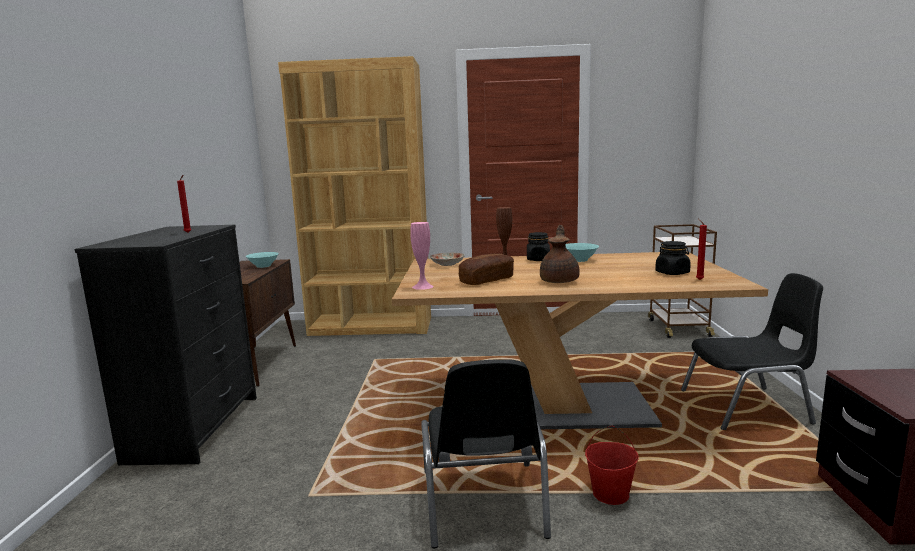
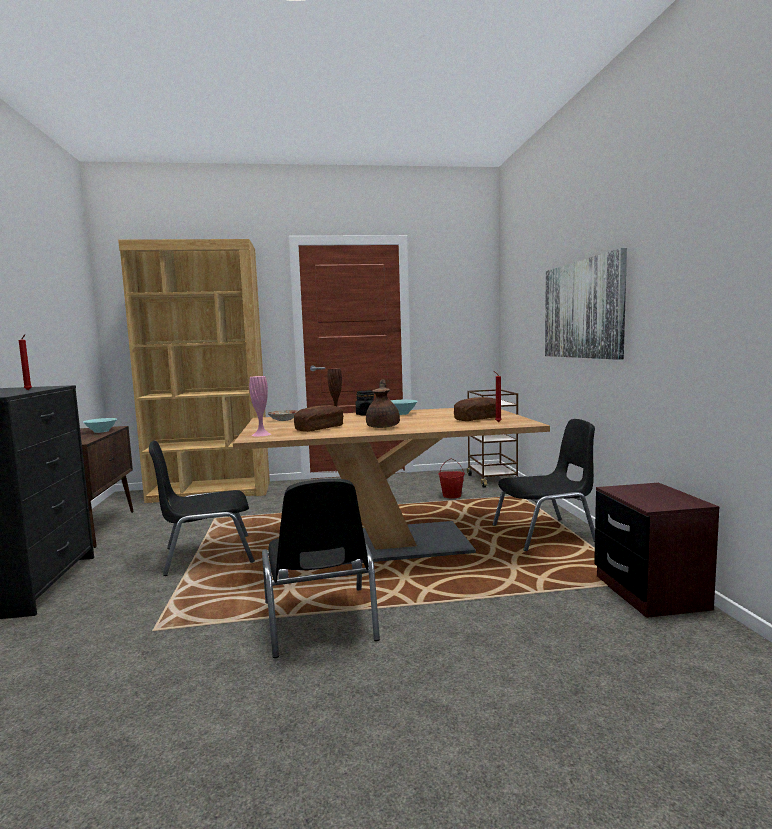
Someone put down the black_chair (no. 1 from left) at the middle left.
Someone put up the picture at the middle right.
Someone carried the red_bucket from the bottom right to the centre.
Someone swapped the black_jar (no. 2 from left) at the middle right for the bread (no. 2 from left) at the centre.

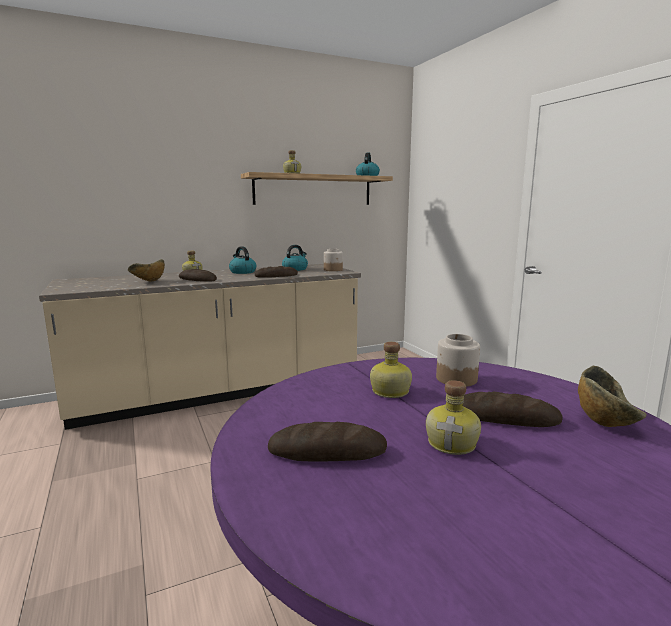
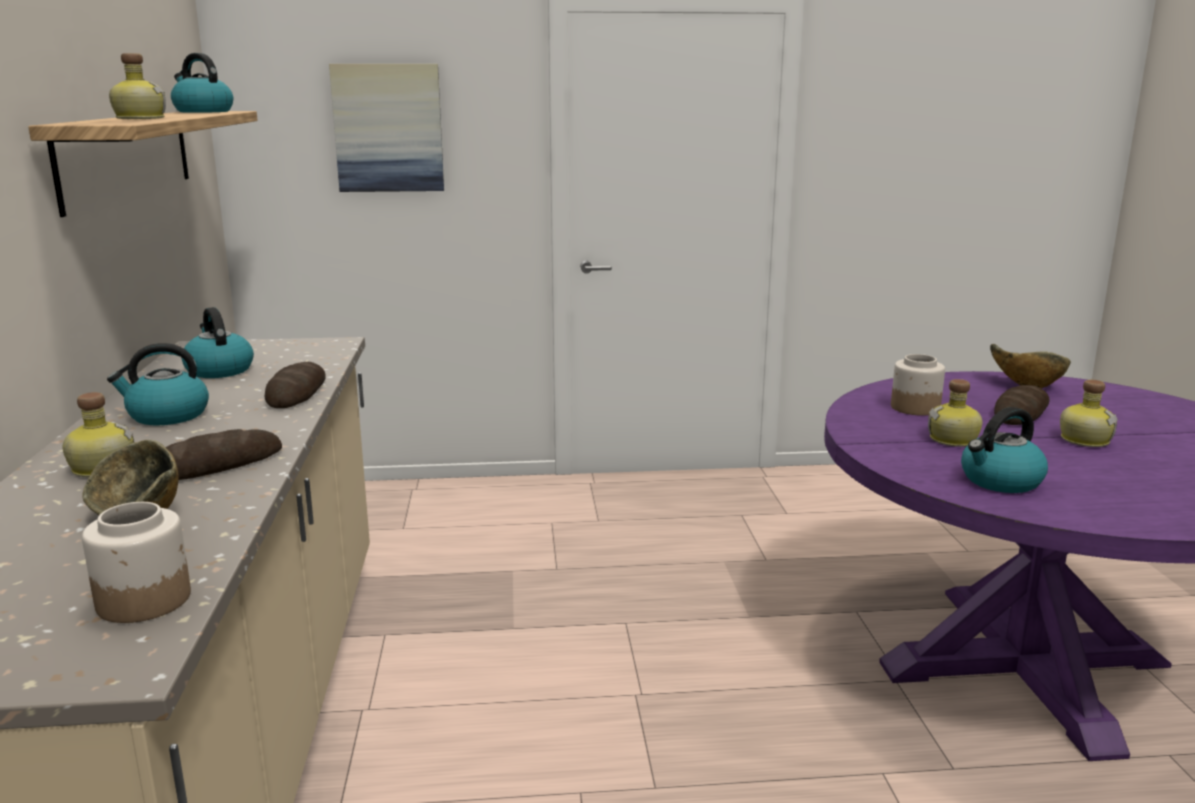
Someone took away the bread (no. 3 from left) at the bottom centre.
Someone put up the picture at the top left.
Someone put down the kettle (no. 4 from left) at the middle right.
Someone carried the jar (no. 1 from left) from the centre to the bottom left.

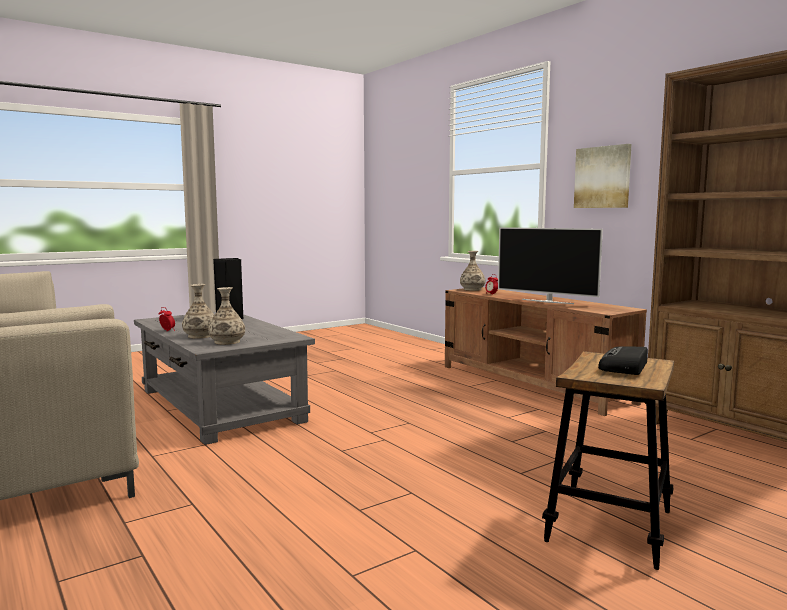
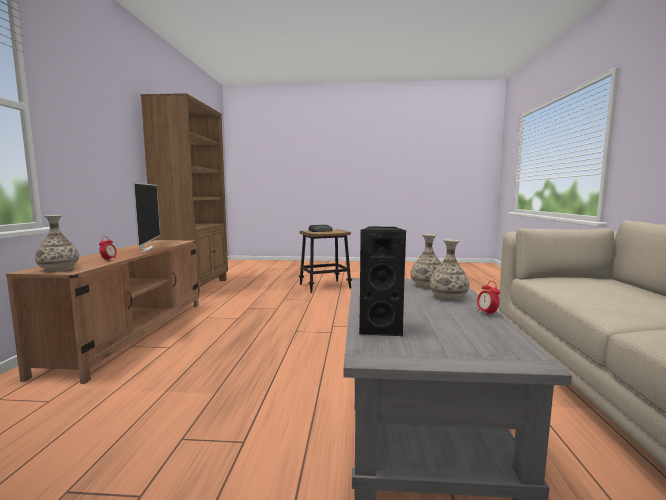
Someone took away the picture at the top right.

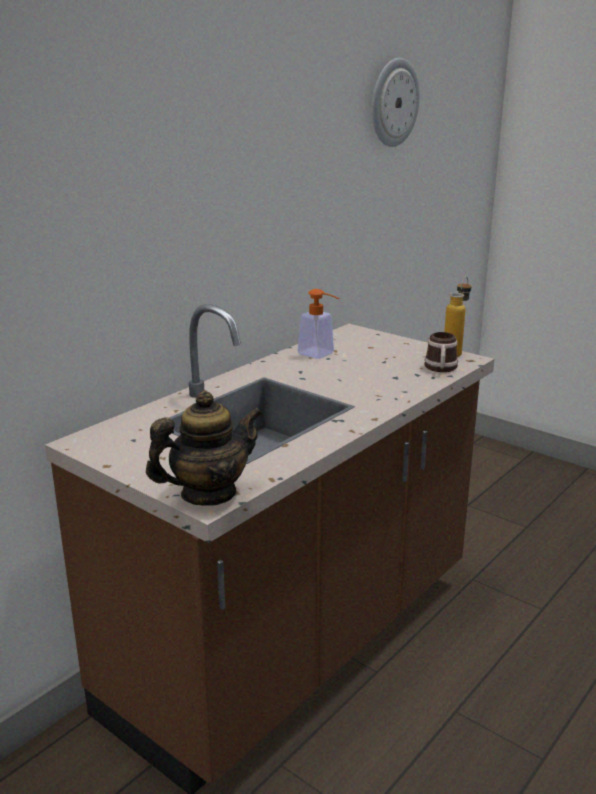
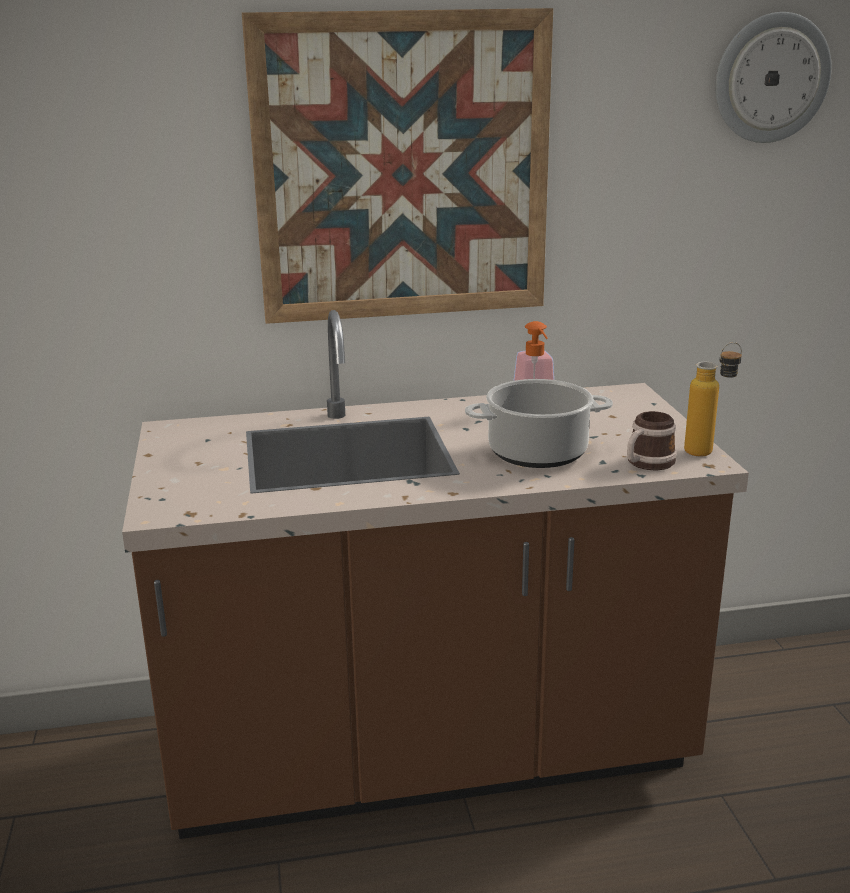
Someone took away the teapot at the centre.
Someone put up the picture at the top centre.
Someone put down the cooking_pot at the centre.

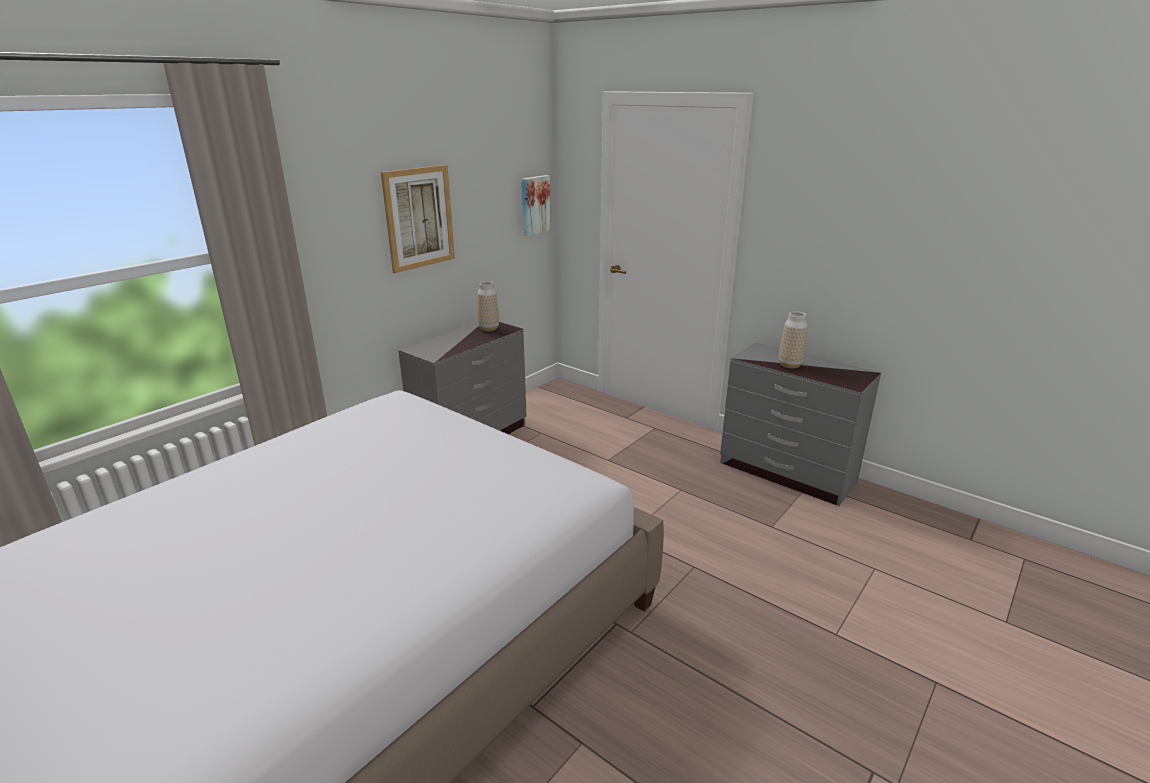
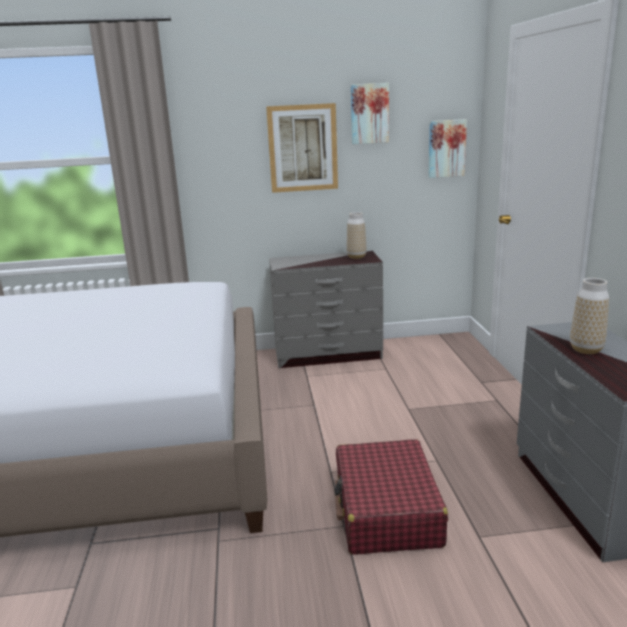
Someone put down the red_suitcase at the bottom centre.
Someone put up the picture (no. 2 from left) at the top centre.

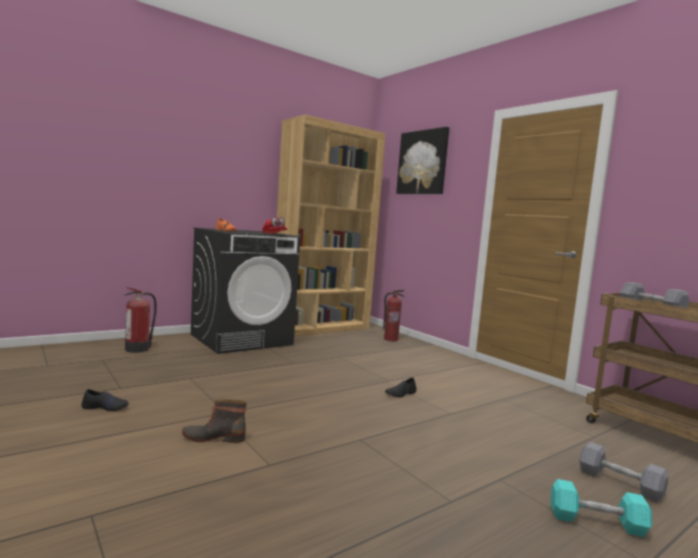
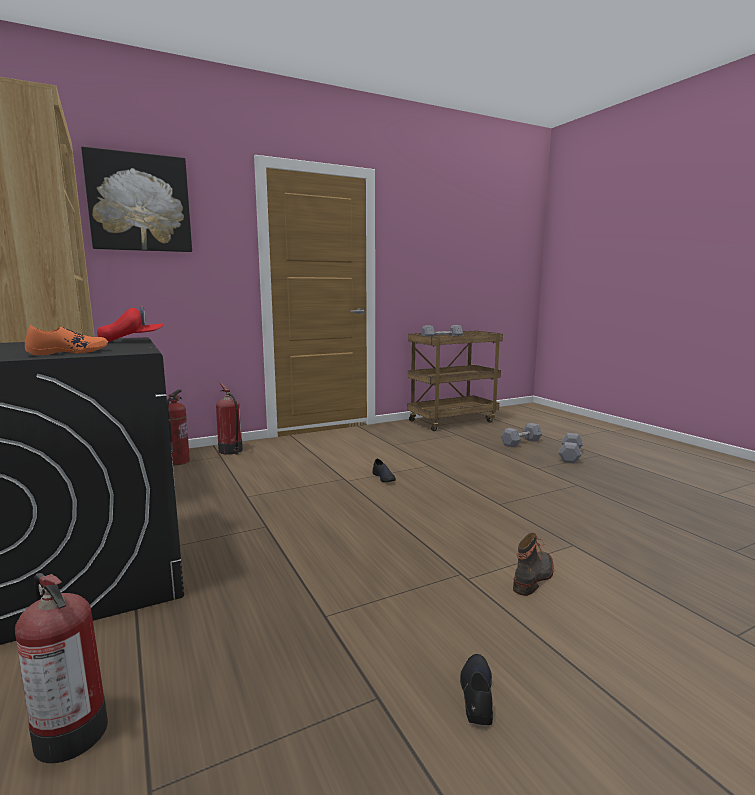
Someone put down the fire_extinguisher (no. 3 from left) at the middle left.
Someone repainted the turquoise_dumbbell at the bottom right, which became the grey_dumbbell (no. 3 from left) at the middle right.
Someone rotated the boot at the bottom left by 150 degrees counterclockwise.

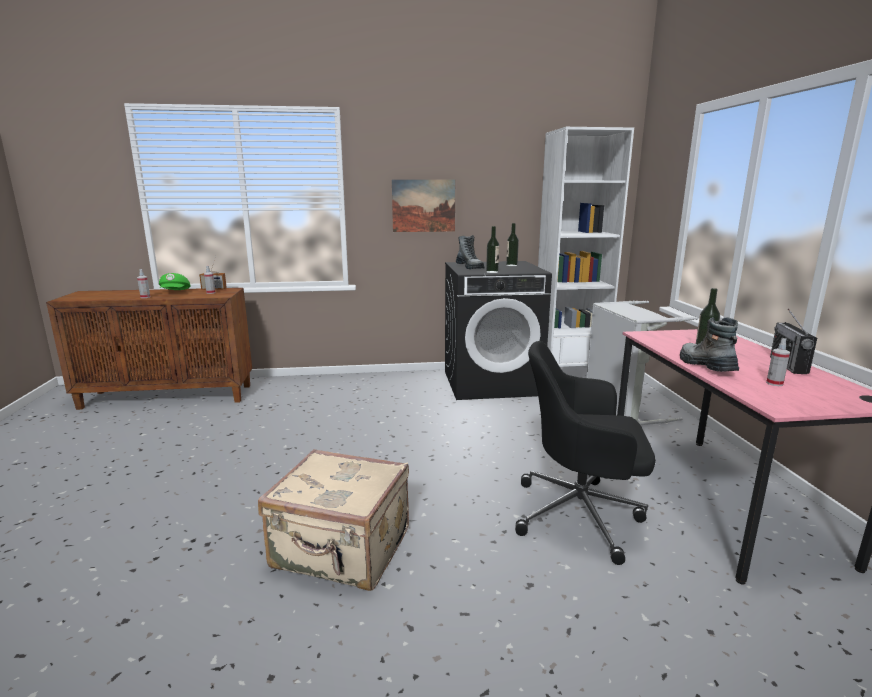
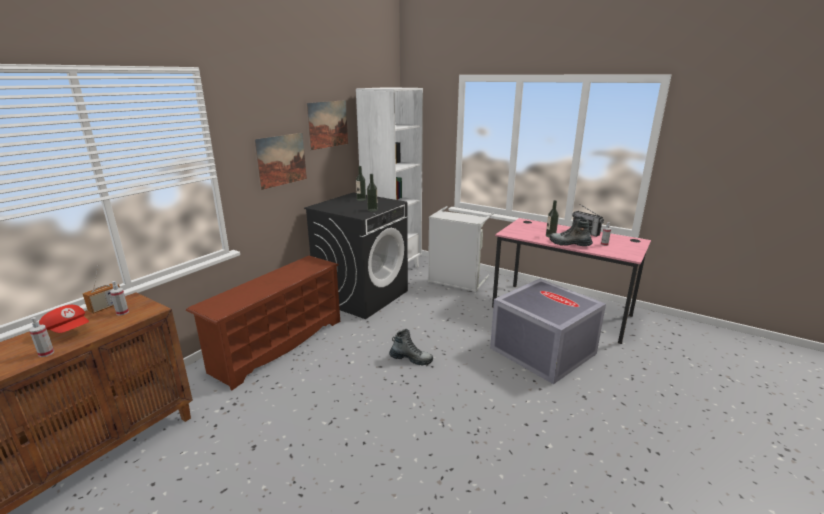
Someone took away the beige_suitcase at the bottom centre.
Someone put down the brown_shoe_rack at the middle left.
Someone put up the picture (no. 2 from left) at the top centre.
Someone carried the boot (no. 1 from left) from the centre to the bottom centre.
Someone swapped the black_office_chair at the middle right for the grey_storage_box at the centre.
Someone repainted the green_cap at the middle left, which became the red_cap at the middle left.

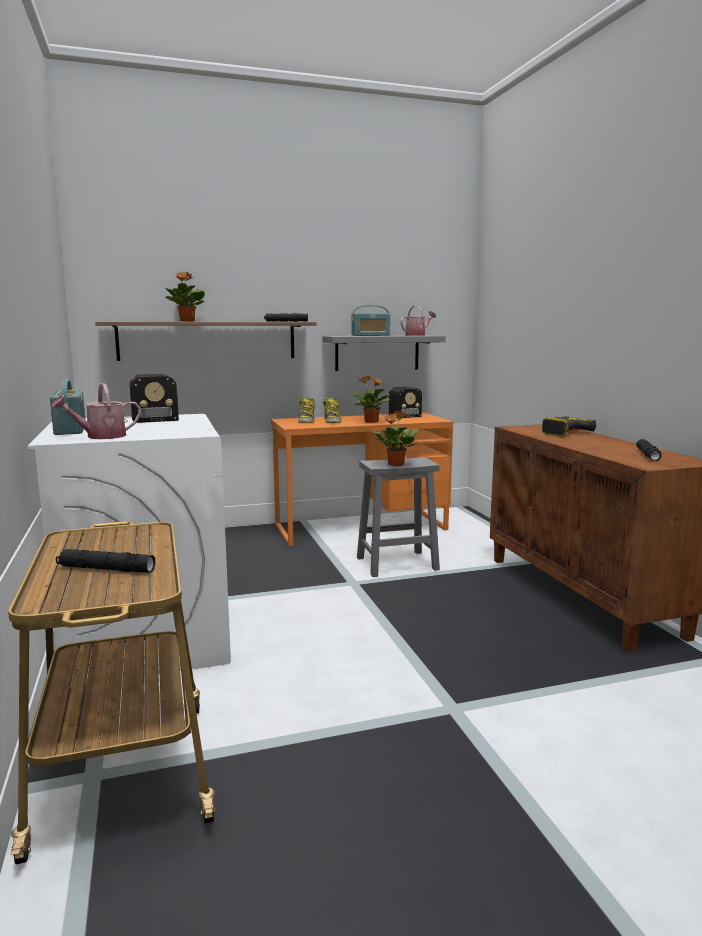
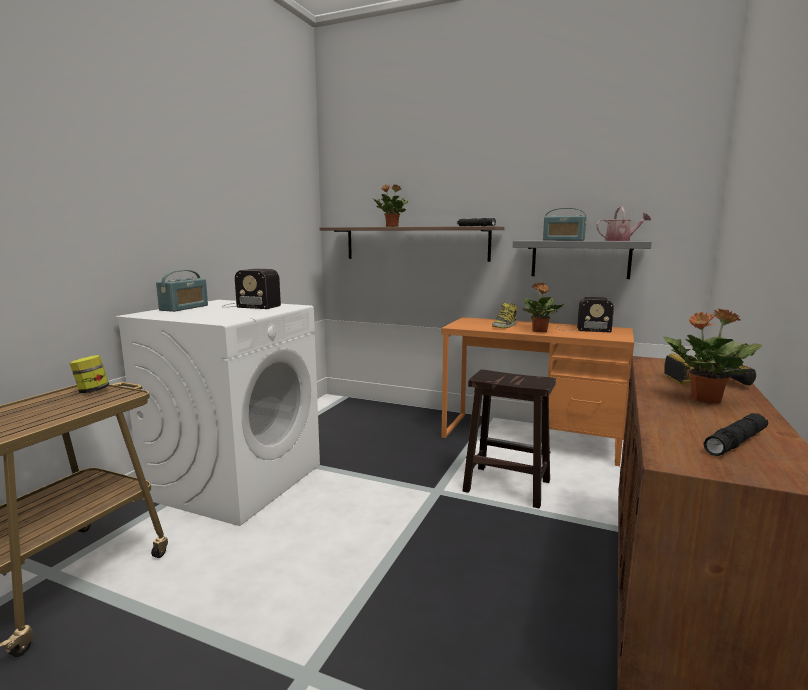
Someone took away the watering_can (no. 1 from left) at the middle left.
Someone took away the black_flashlight (no. 1 from left) at the middle left.
Someone took away the boot (no. 1 from left) at the centre.
Someone put down the jar at the middle left.
Someone carried the potted_plant (no. 3 from left) from the centre to the middle right.
Someone repainted the grey_stool at the centre, which became the brown_stool at the centre.

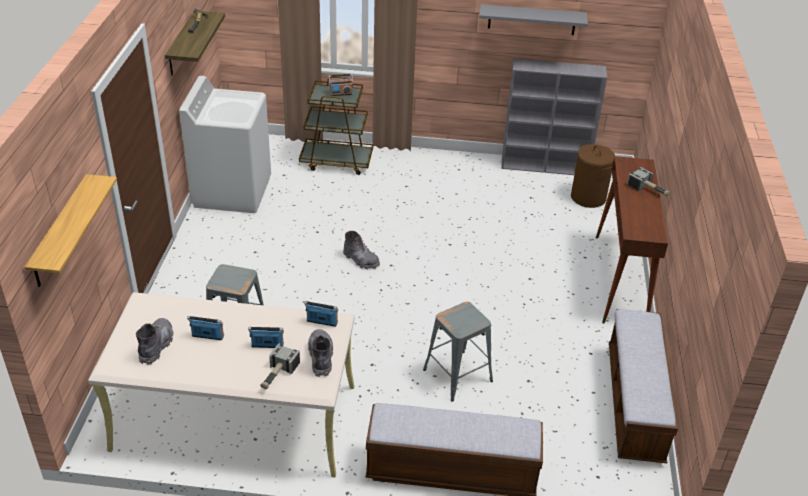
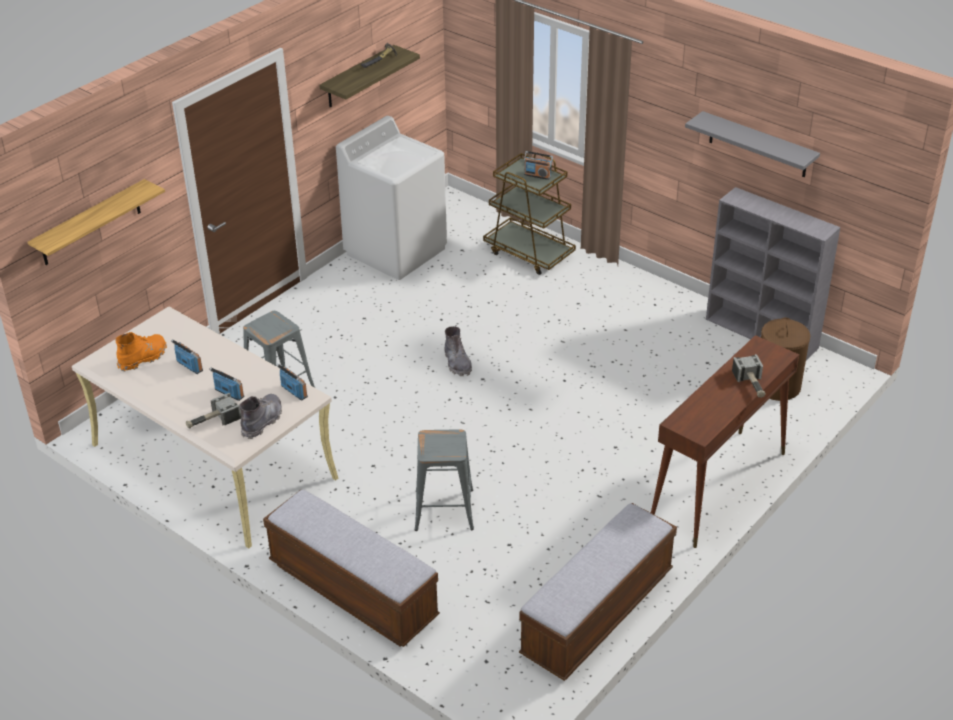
Someone repainted the grey_boot (no. 1 from left) at the bottom left, which became the orange_boot at the middle left.

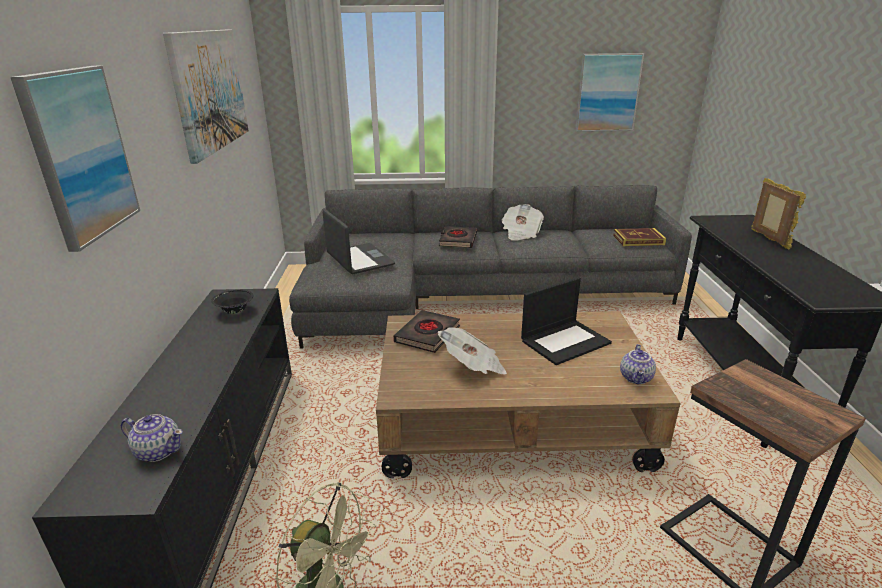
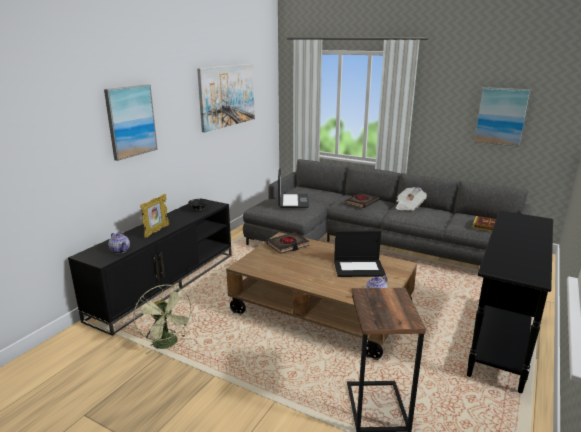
Someone took away the newspaper (no. 1 from left) at the centre.
Someone carried the picture_frame from the middle right to the middle left.

